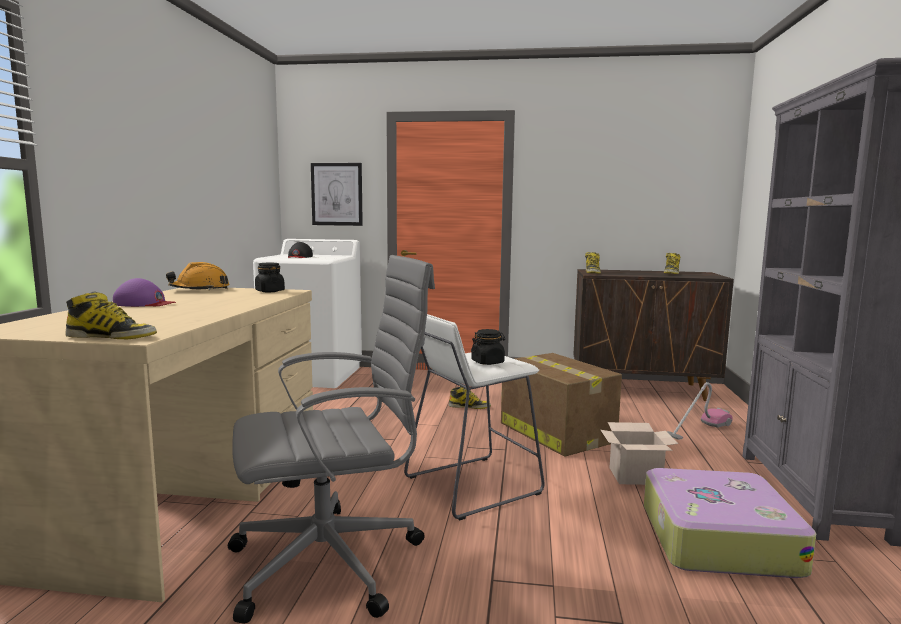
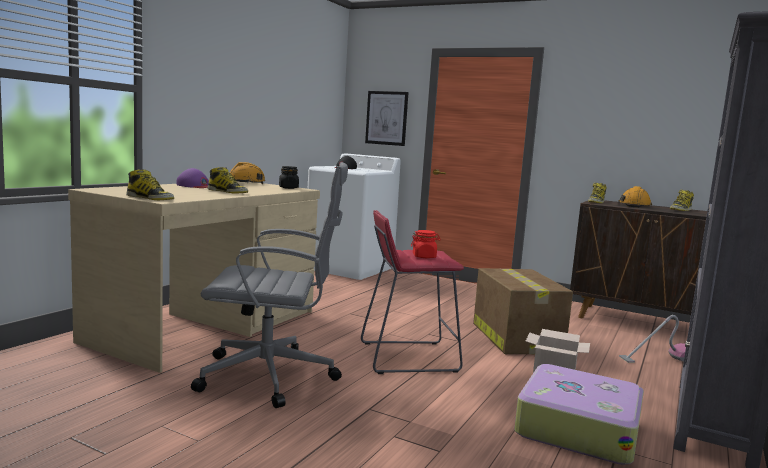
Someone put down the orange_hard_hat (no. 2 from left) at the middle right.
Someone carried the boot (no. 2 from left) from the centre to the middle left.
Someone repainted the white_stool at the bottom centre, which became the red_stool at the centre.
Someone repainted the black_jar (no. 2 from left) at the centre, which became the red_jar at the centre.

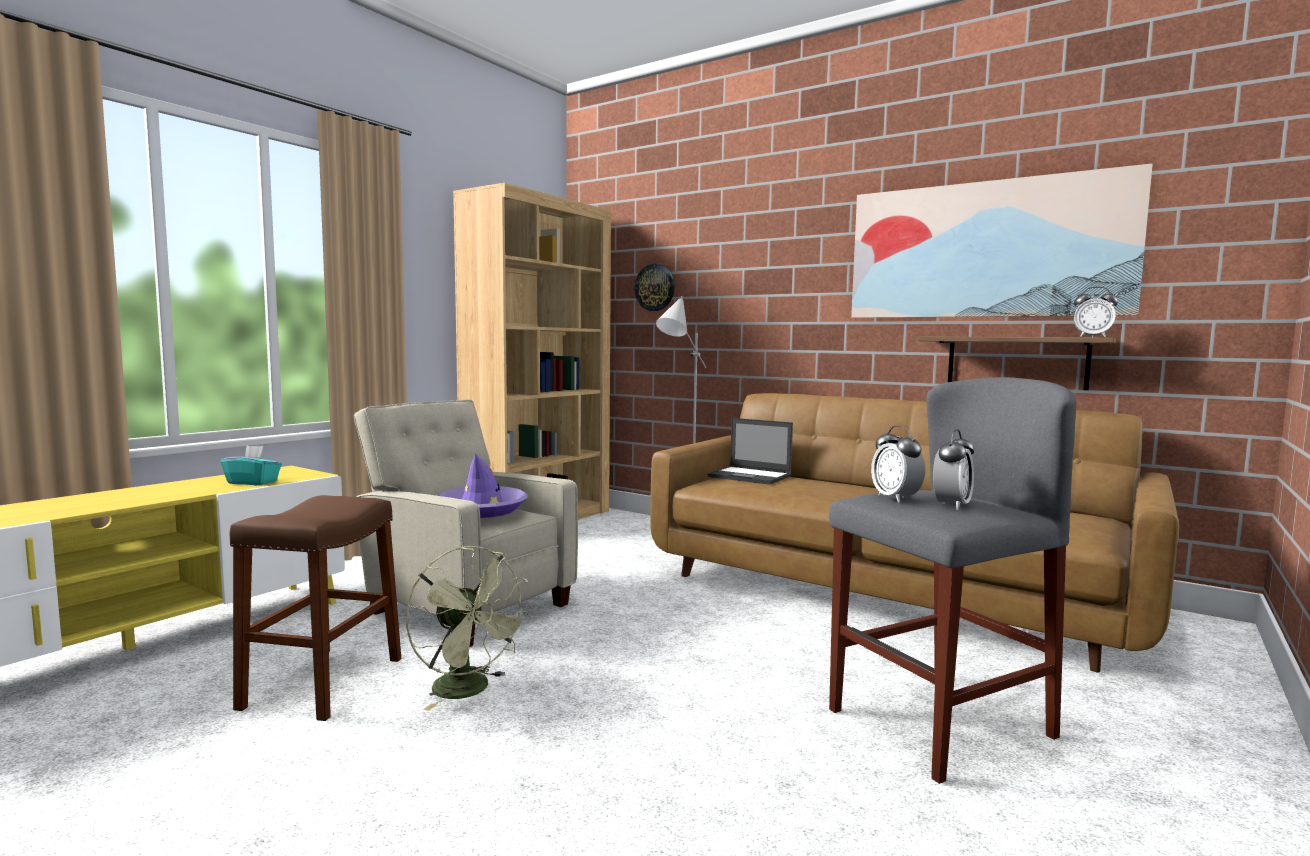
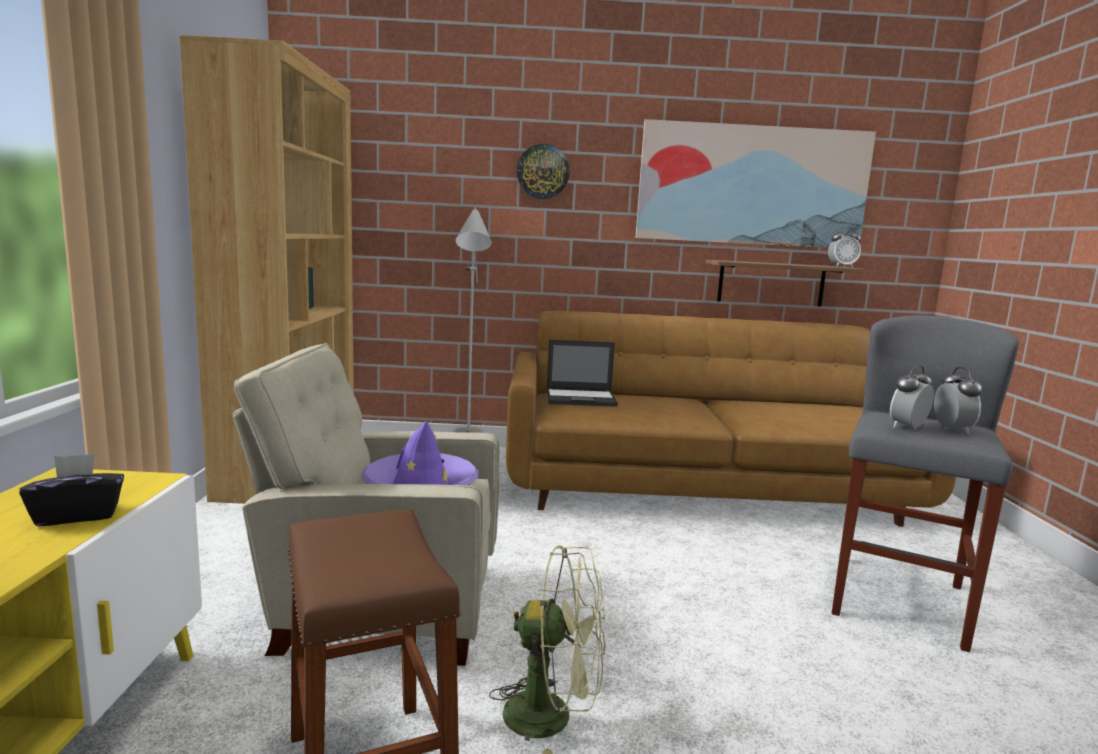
Someone carried the wall_clock from the centre to the top centre.
Someone repainted the turquoise_tissue_box at the middle left, which became the black_tissue_box at the middle left.
Someone rotated the alarm_clock (no. 1 from left in the first image) at the middle right by 105 degrees clockwise.

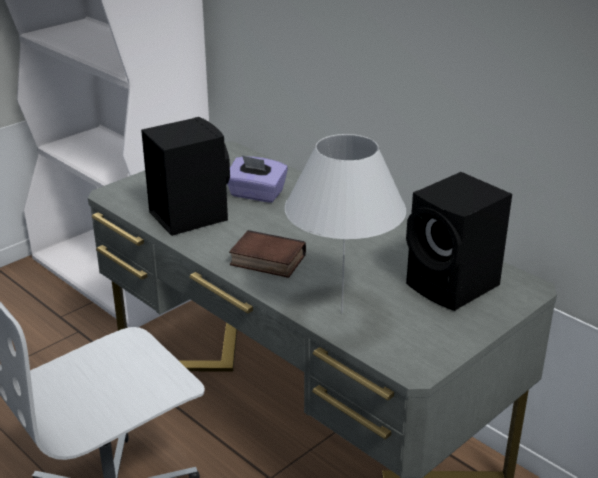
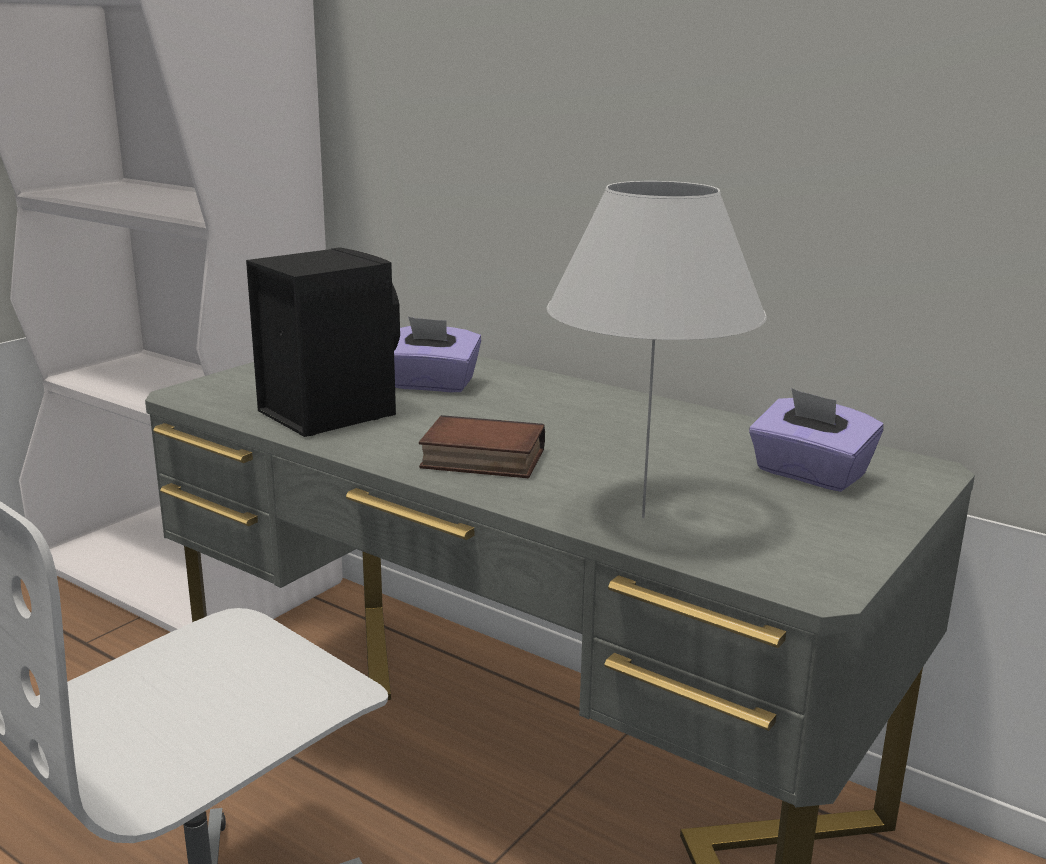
Someone swapped the black_speaker (no. 2 from left) at the middle right for the purple_tissue_box (no. 2 from left) at the middle right.

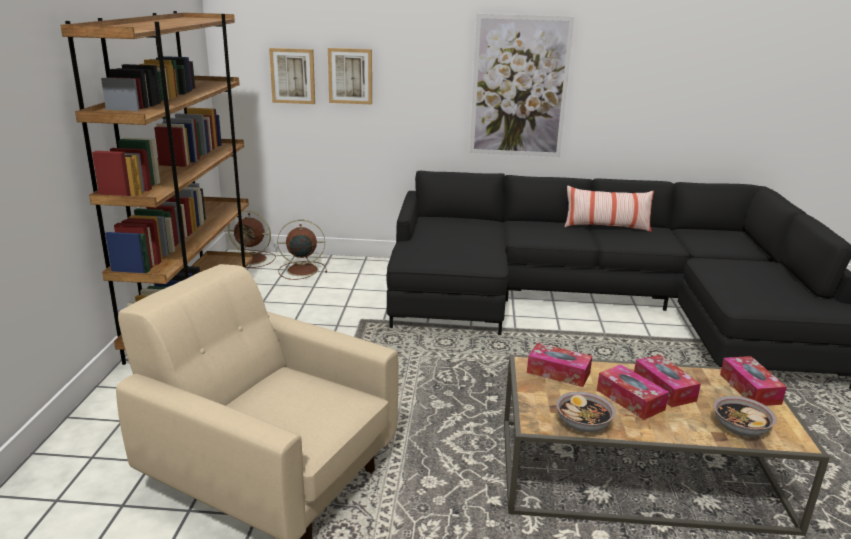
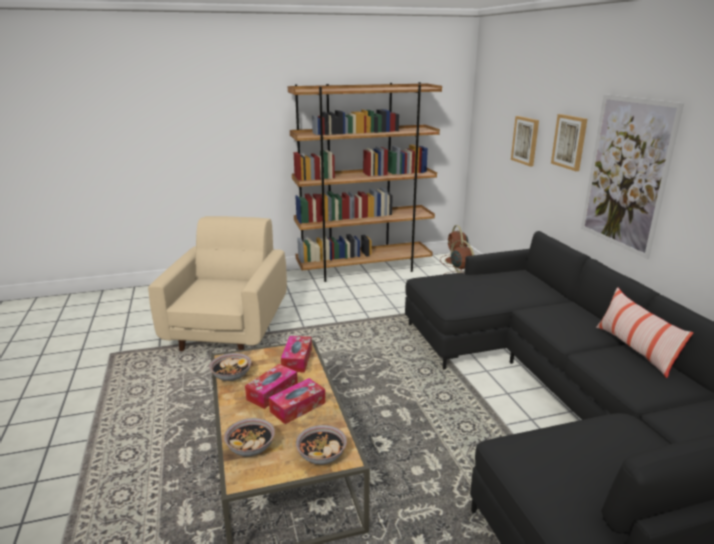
Someone carried the picture (no. 1 from left in the first image) from the top centre to the top right.
Someone swapped the tissue_box (no. 4 from left) at the bottom right for the bowl (no. 3 from left) at the bottom centre.

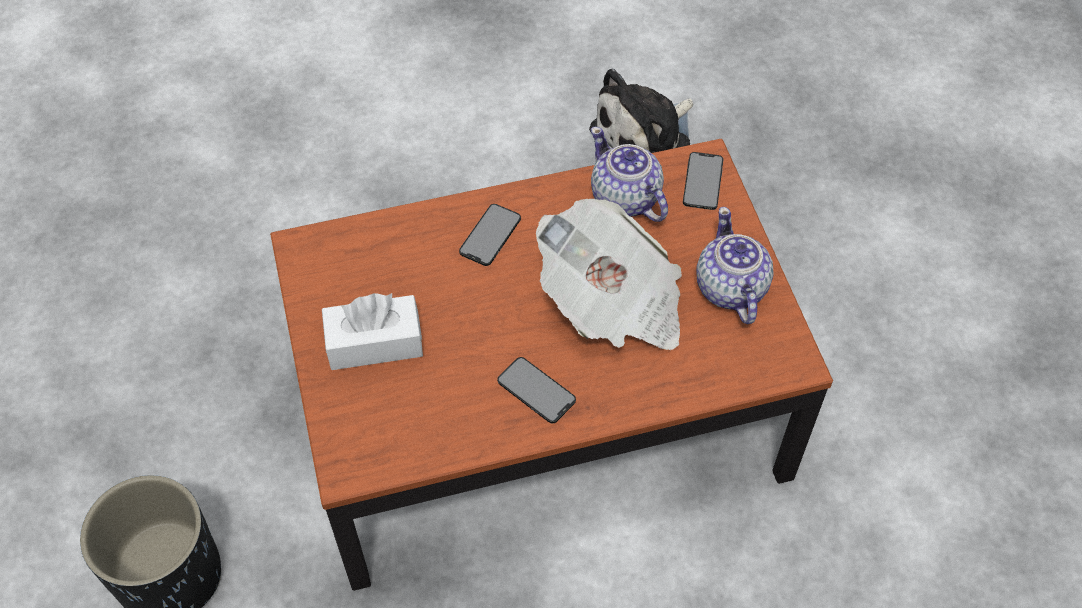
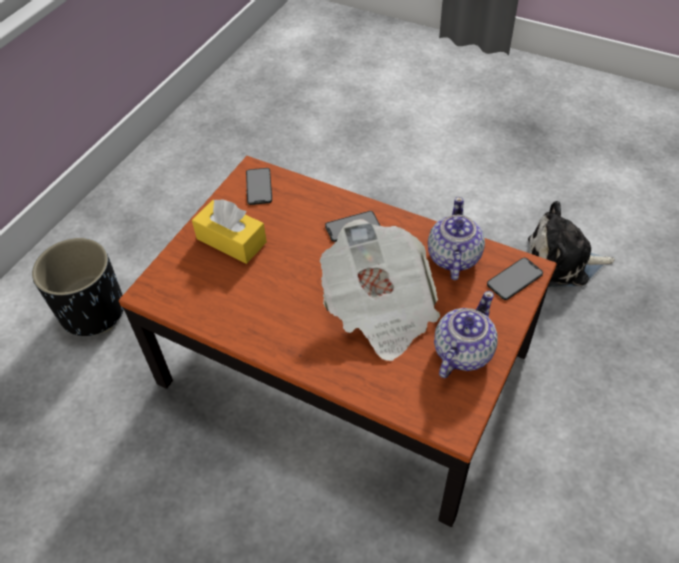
Someone carried the phone (no. 2 from left in the first image) from the centre to the top centre.
Someone repainted the white_tissue_box at the centre, which became the yellow_tissue_box at the centre.

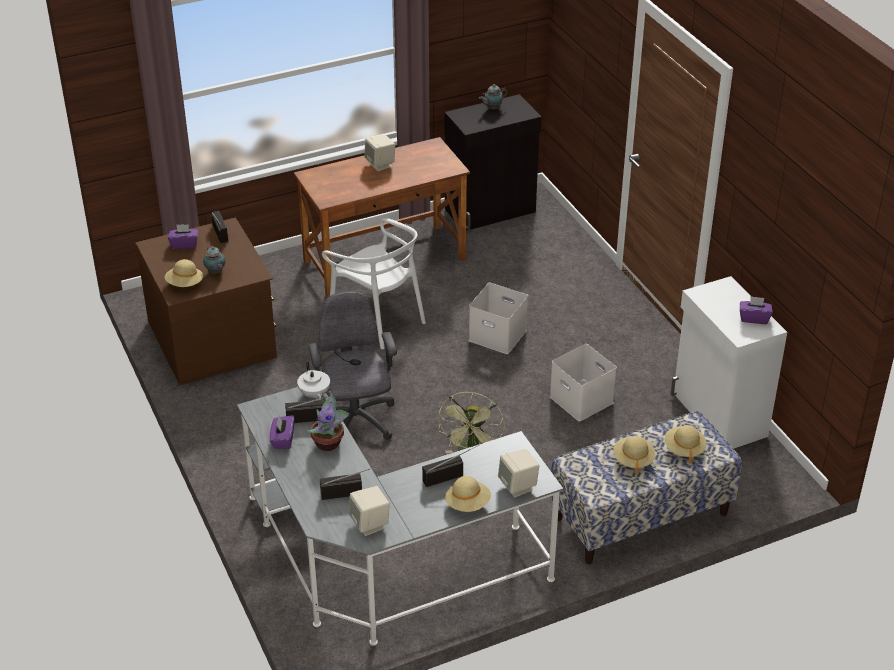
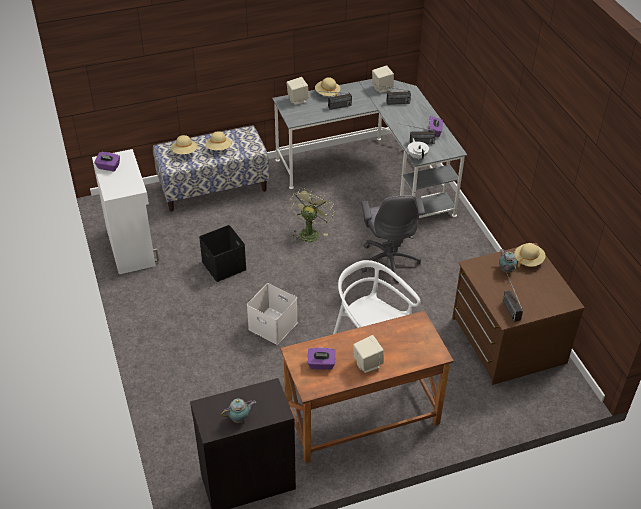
Someone took away the potted_plant at the centre.
Someone carried the purple_tissue_box (no. 1 from left in the first image) from the middle left to the bottom centre.
Someone repainted the white_storage_box (no. 2 from left) at the centre, which became the black_storage_box at the centre.

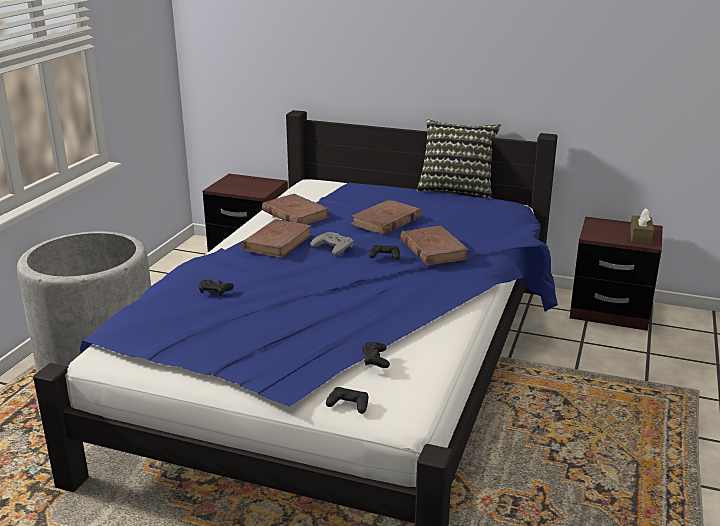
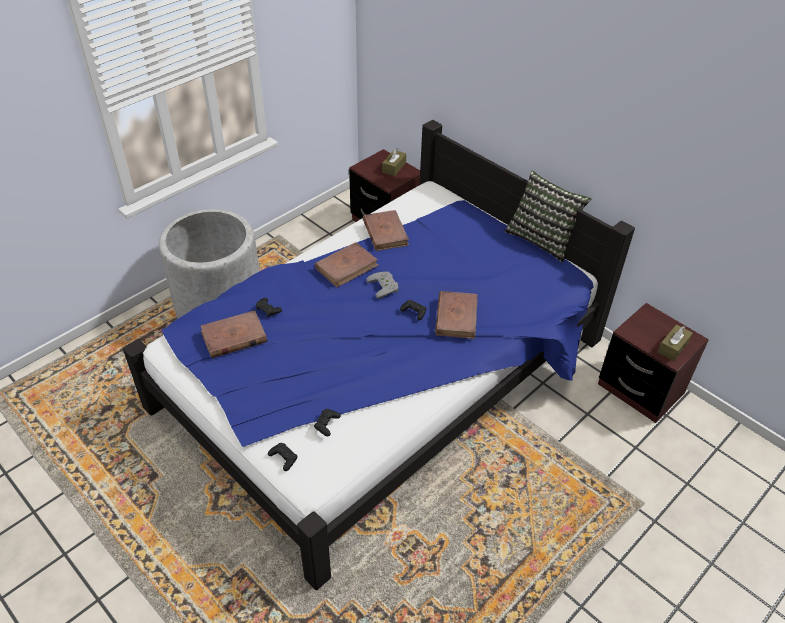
Someone put down the brown_tissue_box (no. 1 from left) at the top centre.
Someone carried the brown_book (no. 3 from left in the first image) from the centre to the middle left.

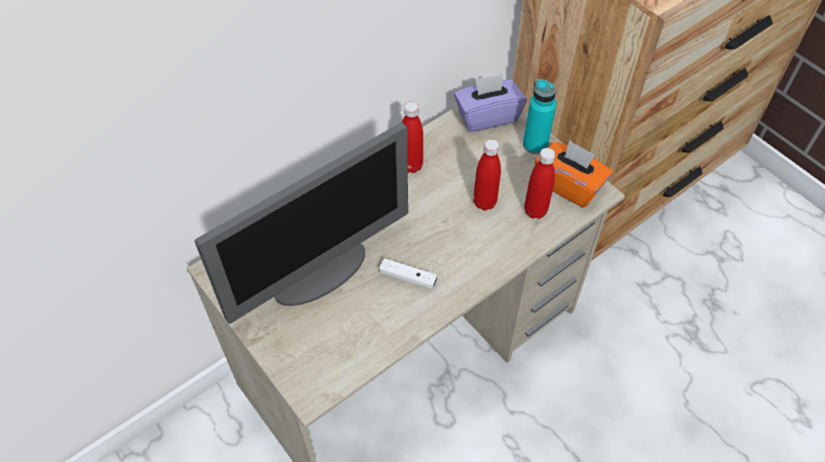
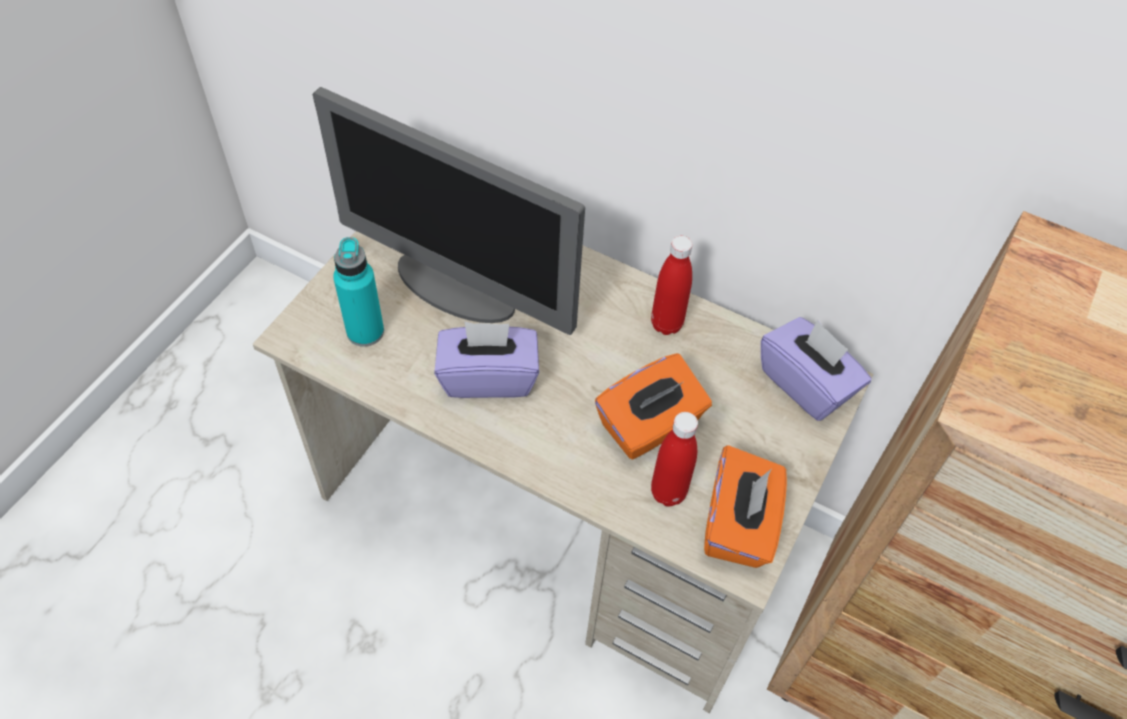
Someone carried the turquoise_bottle from the top centre to the middle left.
Someone swapped the white_game_controller at the centre for the purple_tissue_box (no. 1 from left) at the centre.
Someone swapped the red_bottle (no. 2 from left) at the centre for the orange_tissue_box (no. 1 from left) at the centre.

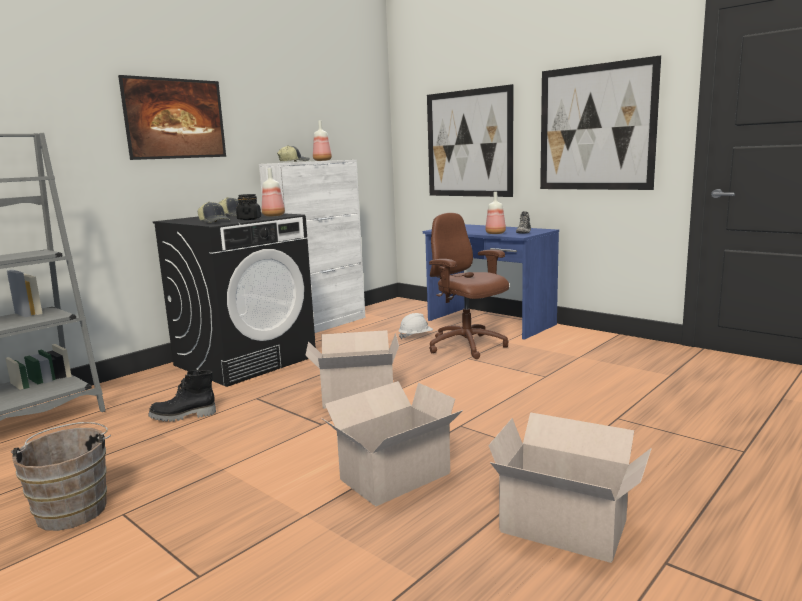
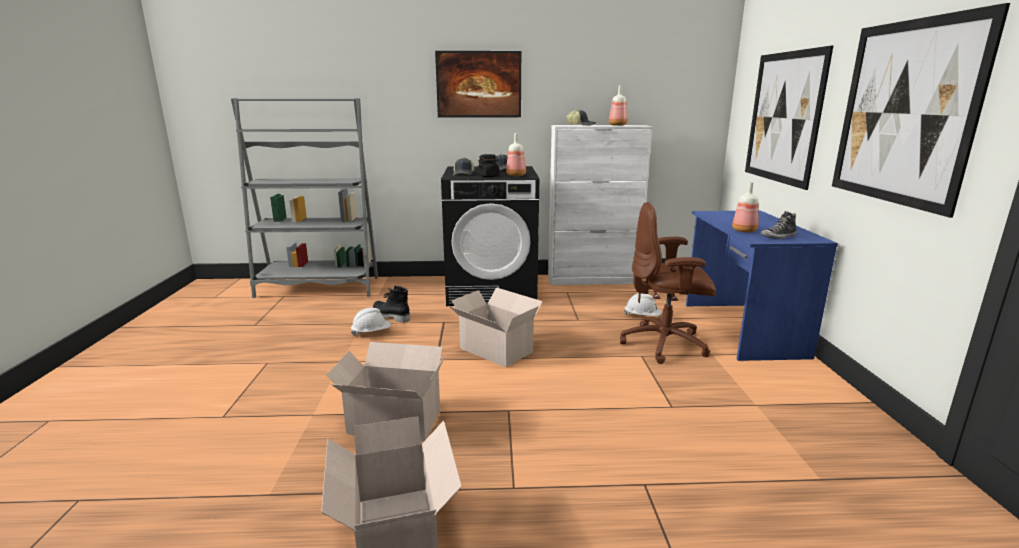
Someone took away the brown_bucket at the bottom left.
Someone put down the white_hard_hat (no. 1 from left) at the centre.
Someone rotated the brown_office_chair at the centre by 90 degrees counterclockwise.

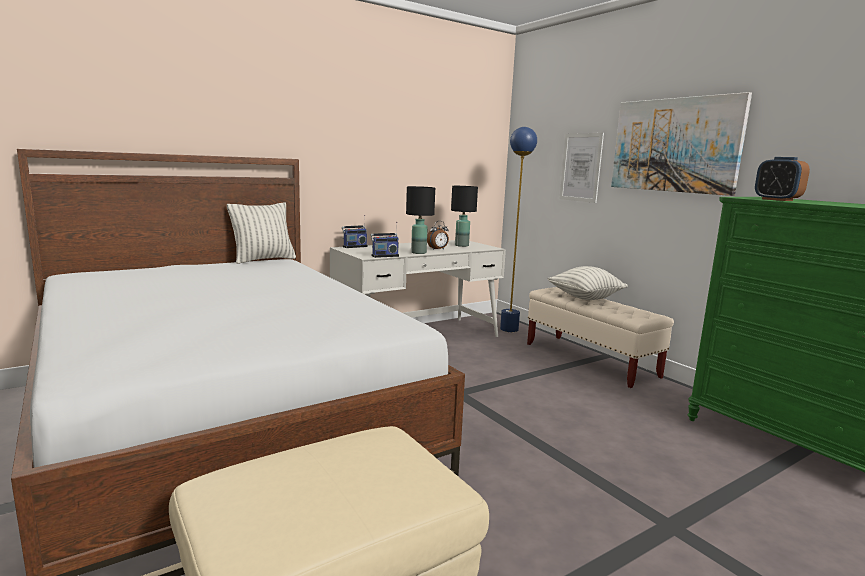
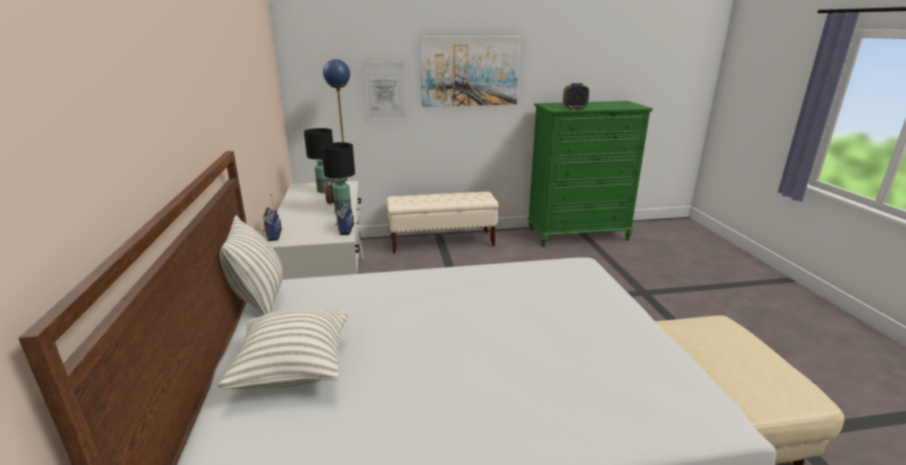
Someone carried the pillow (no. 2 from left) from the middle right to the bottom left.

